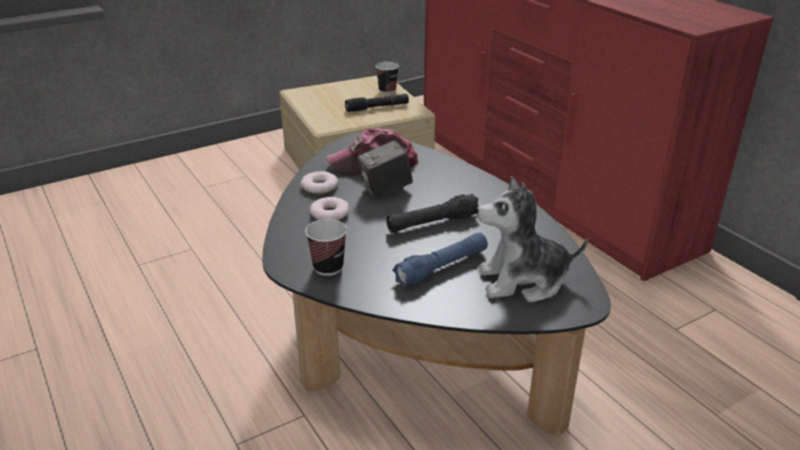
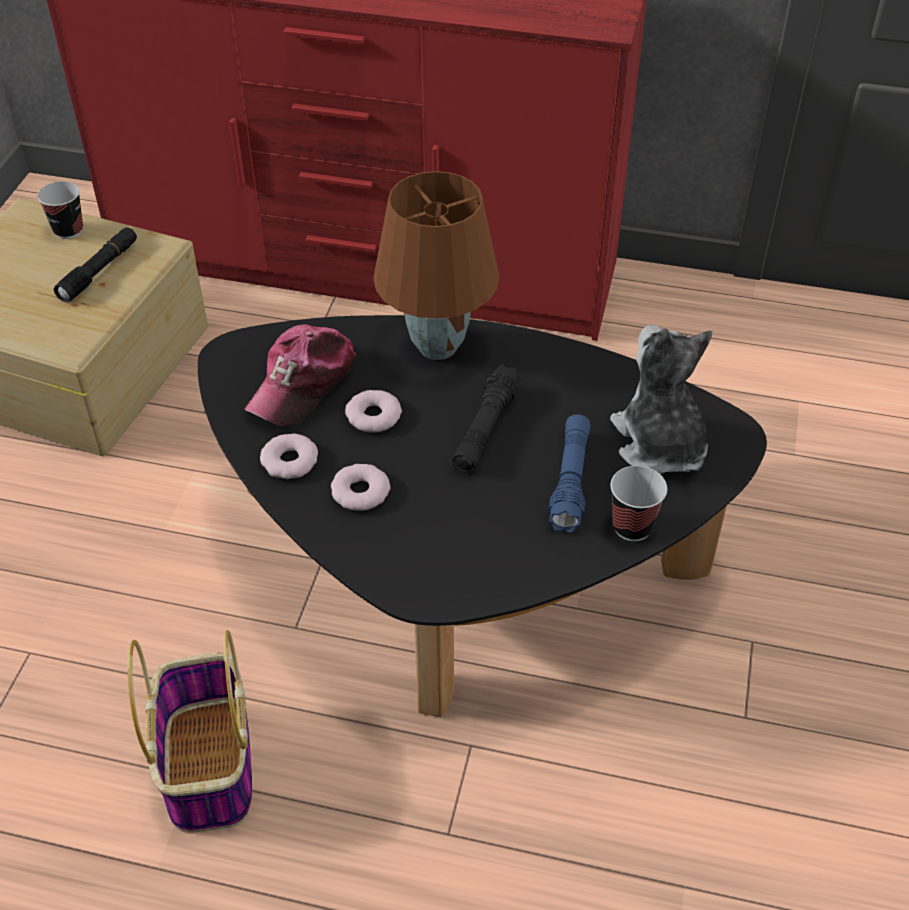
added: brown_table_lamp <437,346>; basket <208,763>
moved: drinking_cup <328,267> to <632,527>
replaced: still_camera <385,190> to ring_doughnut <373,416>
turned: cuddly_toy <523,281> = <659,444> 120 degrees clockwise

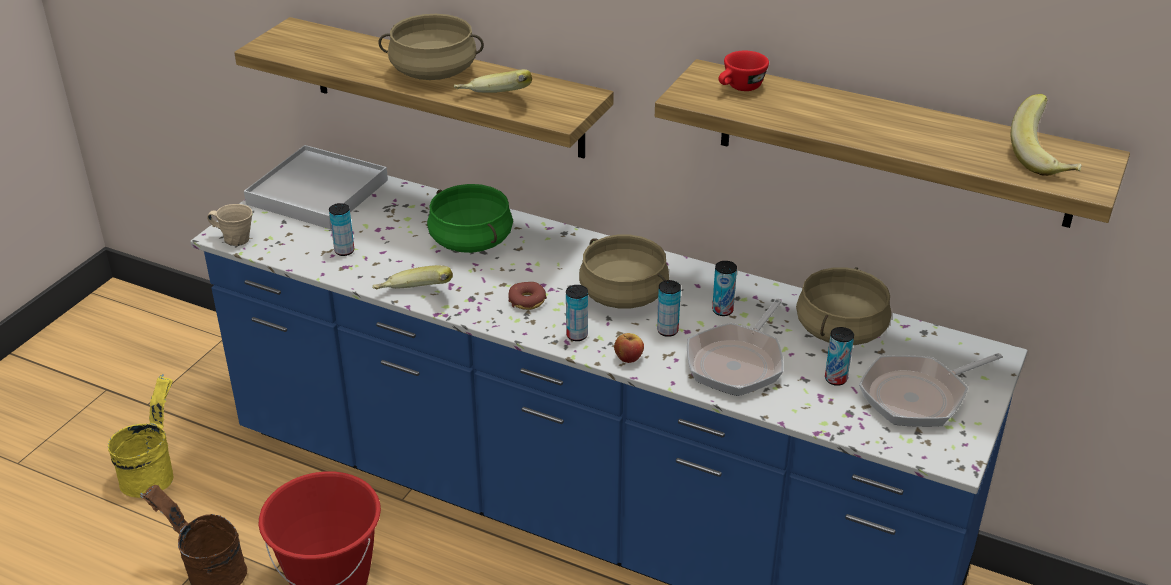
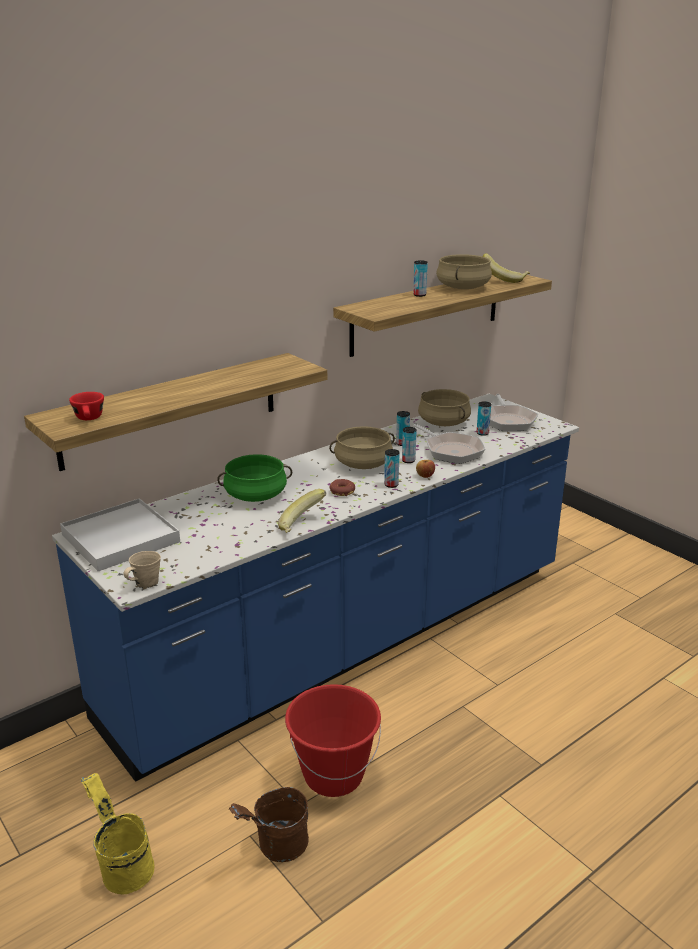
removed: whole_banana <493,102>
moved: beige_cooking_pot <433,72> to <463,288>; red_drinking_cup <740,88> to <90,419>; sealed_can <344,251> to <419,295>

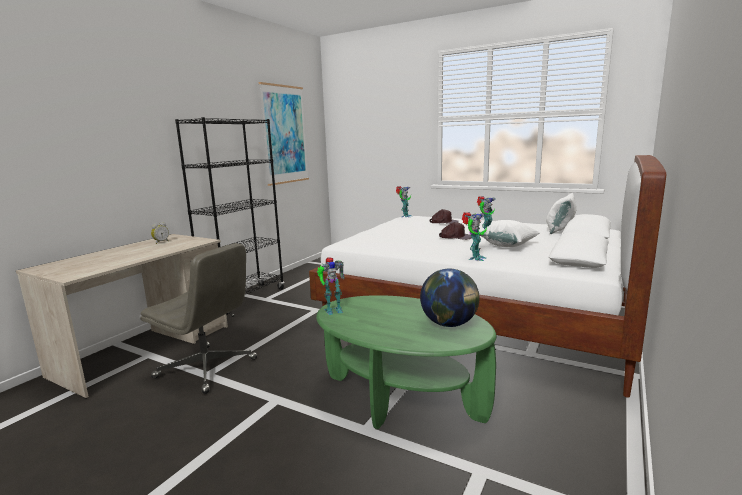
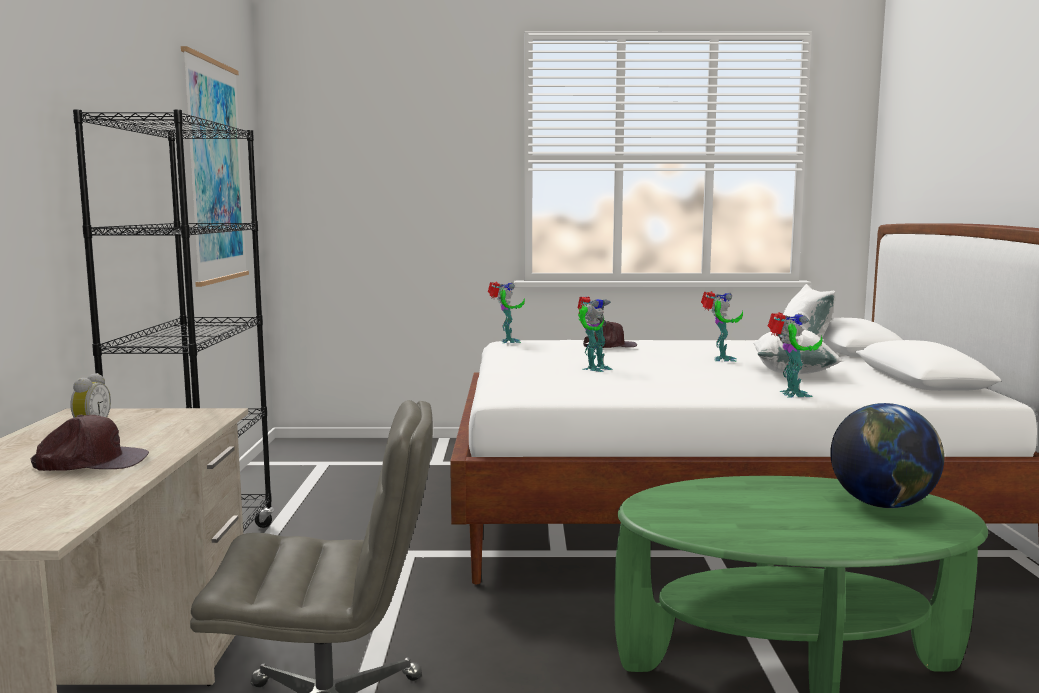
moved: brown_baseball_cap <455,237> to <91,461>; robot_figure <332,310> to <594,368>

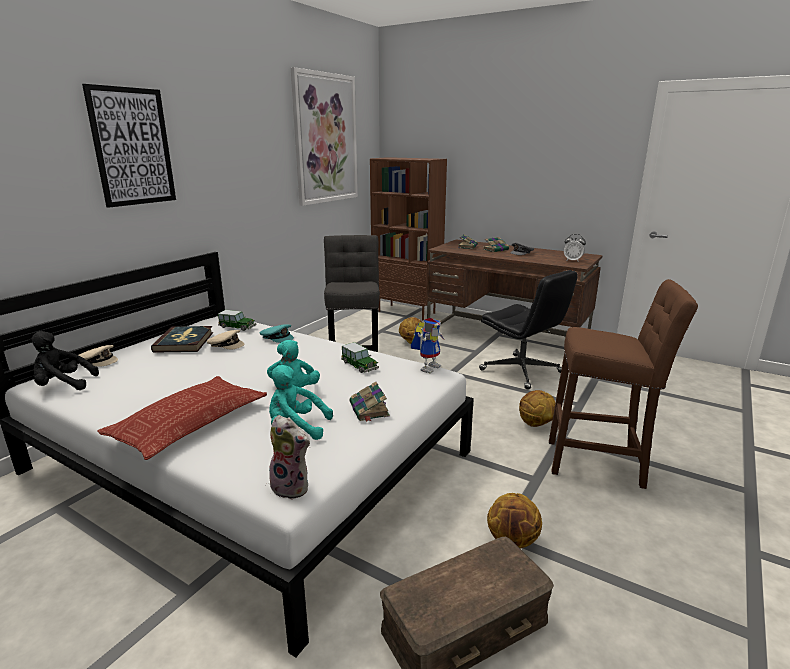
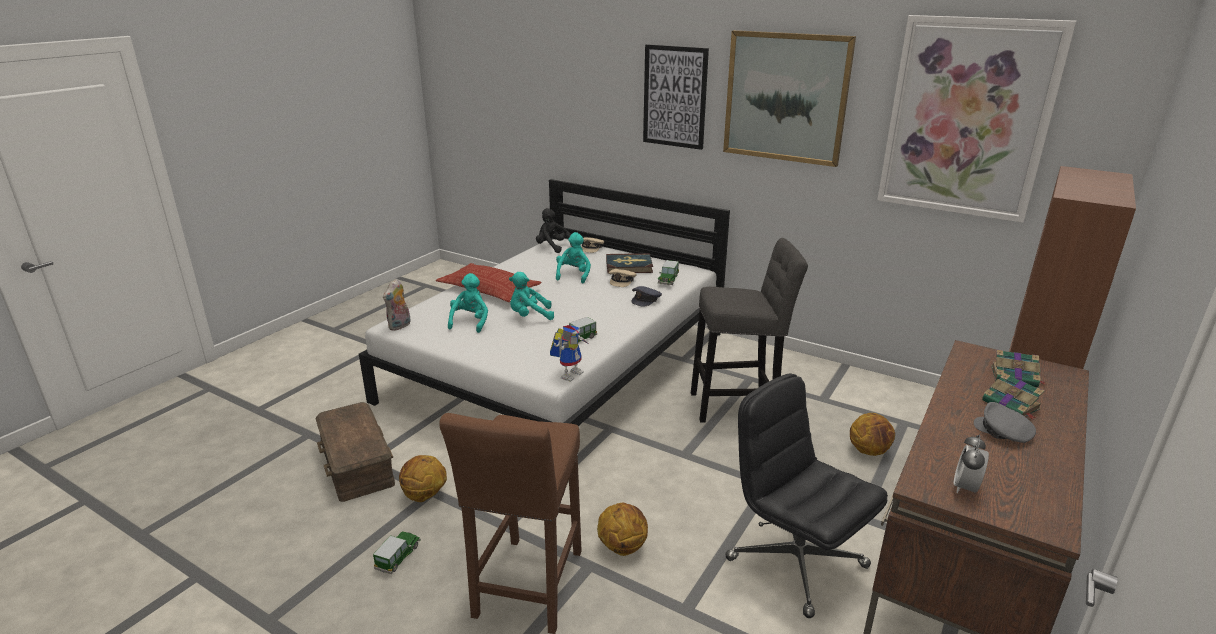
removed: book <369,410>
added: wall_art <785,97>; turquoise-coloured_cuddly_toy <573,275>; toy_car <398,556>
recoloured: turquoise-coloured_baseball_cap <277,337> to grey_baseball_cap <646,299>
turned: blackish_office_chair <522,371> = <795,562> 90 degrees clockwise; robot_figure <428,367> = <570,373> 90 degrees counterclockwise; blackish_cuddly_toy <63,385> = <553,247> 45 degrees counterclockwise

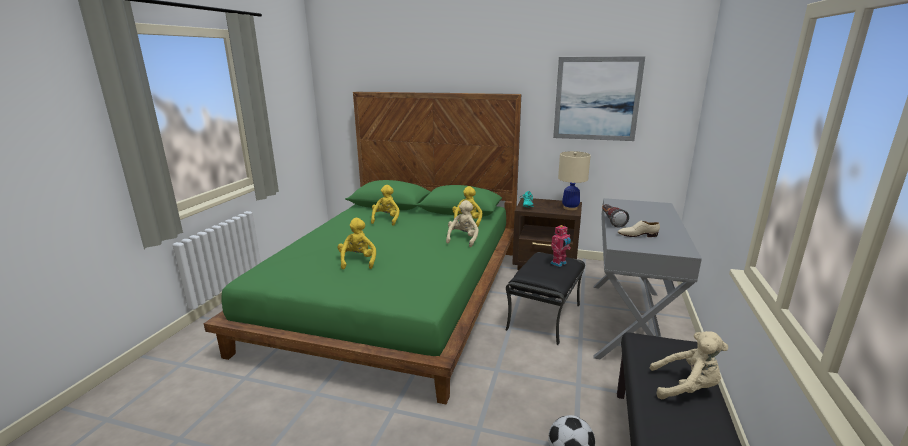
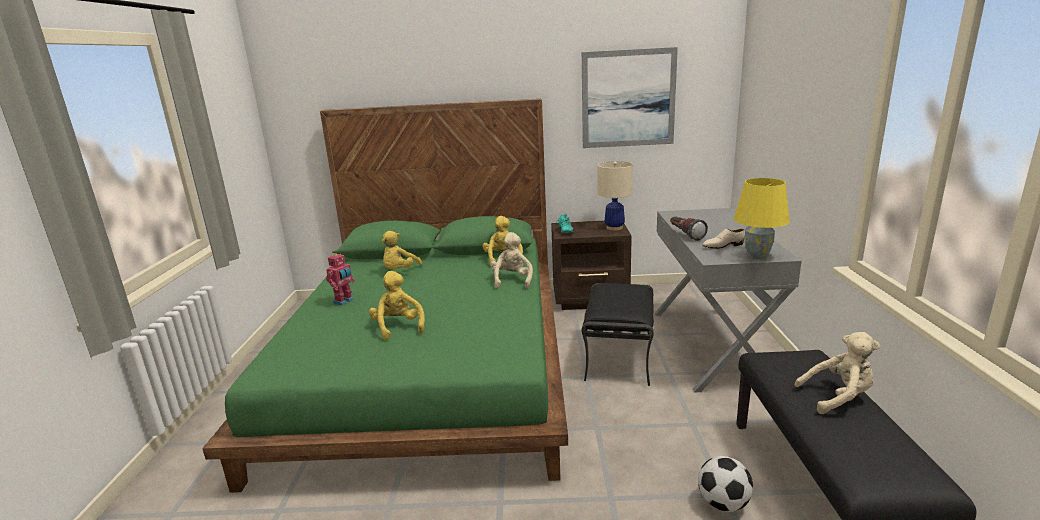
added: yellow_table_lamp <757,256>
moved: robot_figure <559,263> to <344,301>
turned: yellow_cuddly_toy <386,220> = <400,271> 150 degrees counterclockwise

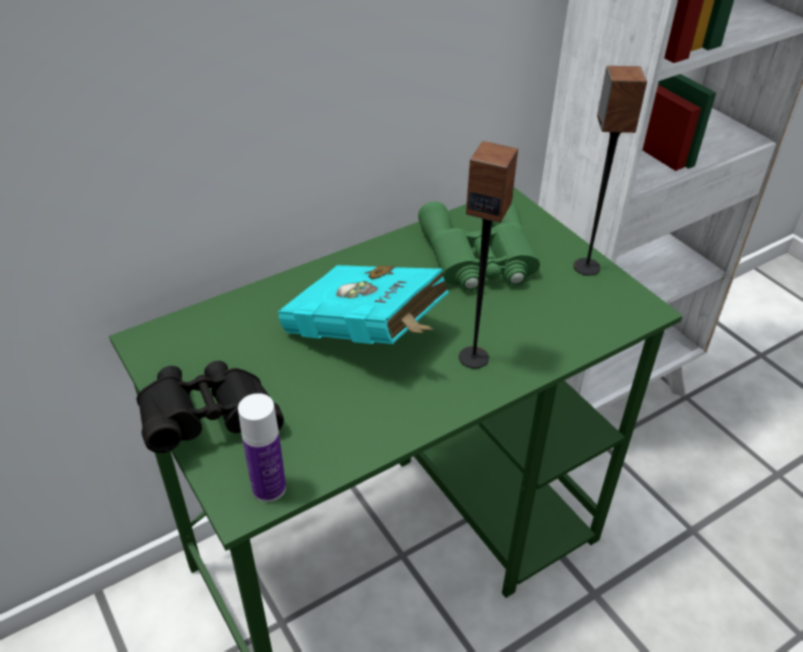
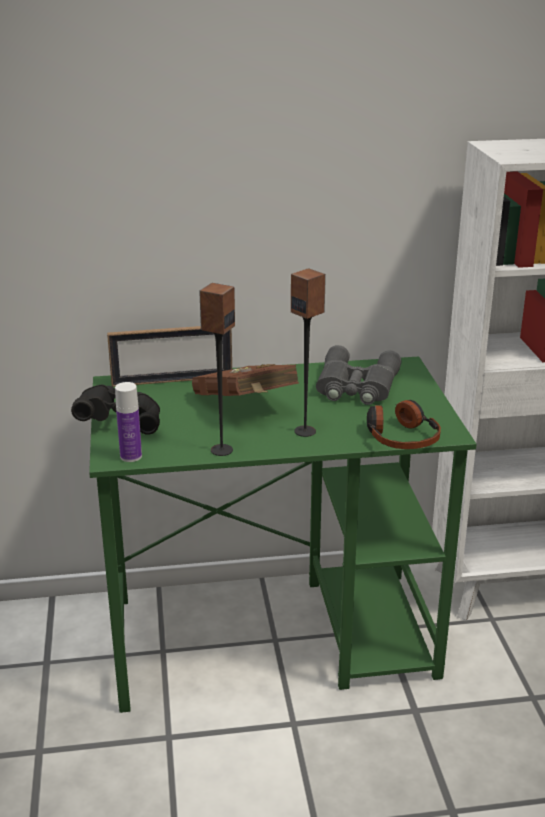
added: photo_frame <172,380>; headphones <400,437>
moved: speaker <586,267> to <221,450>
recoloured: green-coloured_field_glasses <479,257> to grey_field_glasses <356,386>; turquoise-coloured_book <367,336> to brown_book <245,408>

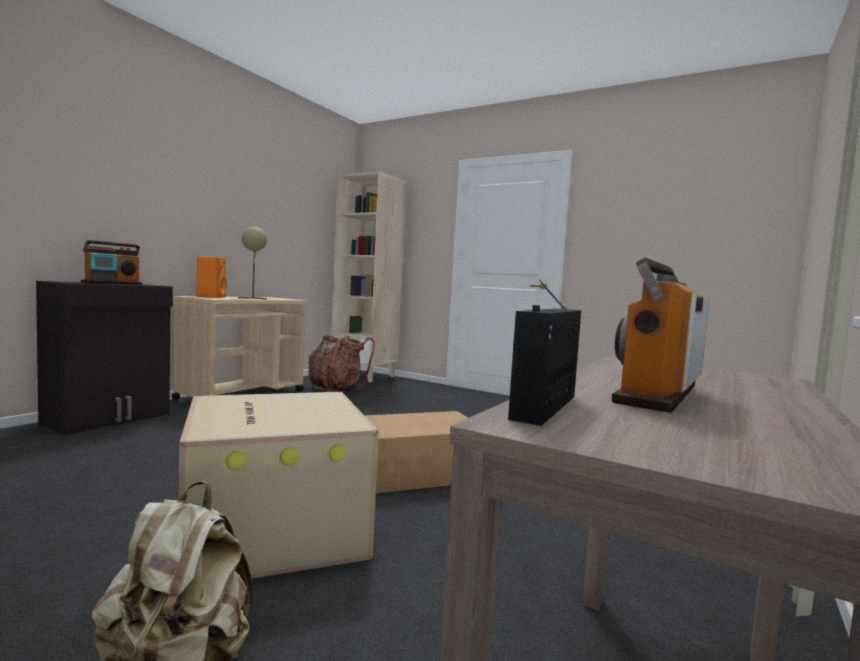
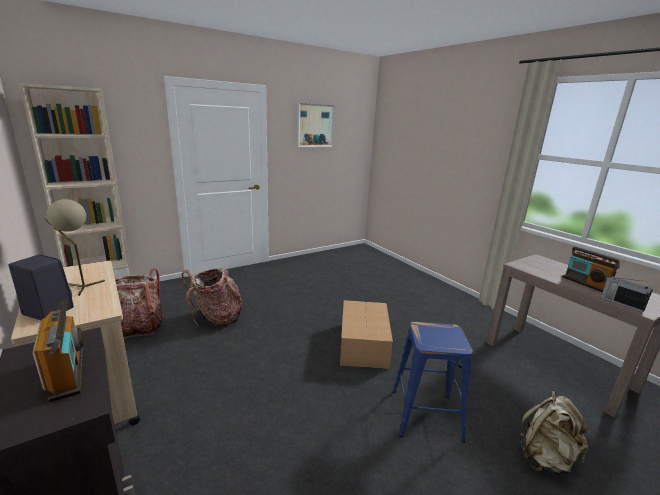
added: wall_art <315,125>; knapsack <217,319>
replaced: cardboard_box <271,528> to blue-coloured_sitting_stool <426,414>
recoloured: orange-coloured_speaker <211,296> to blackish_speaker <47,311>

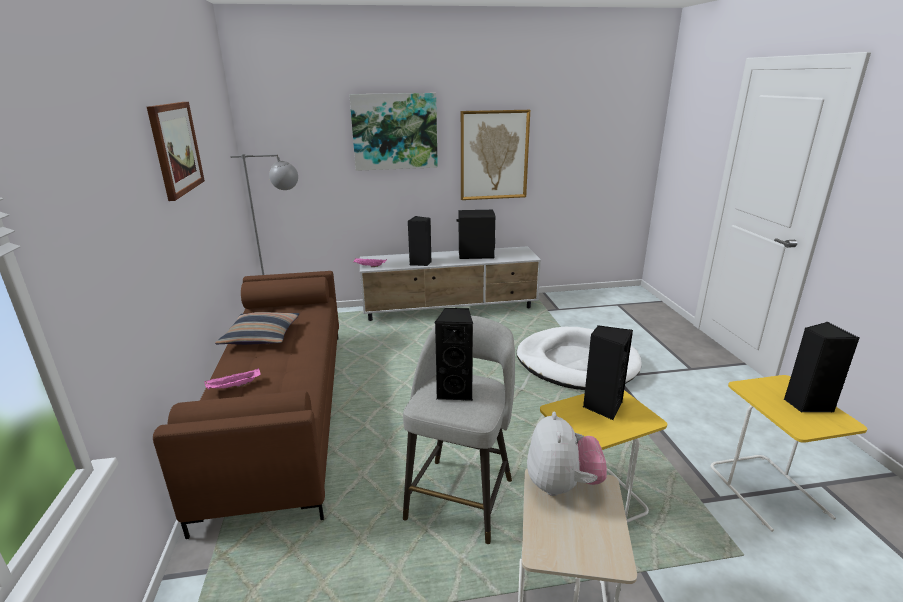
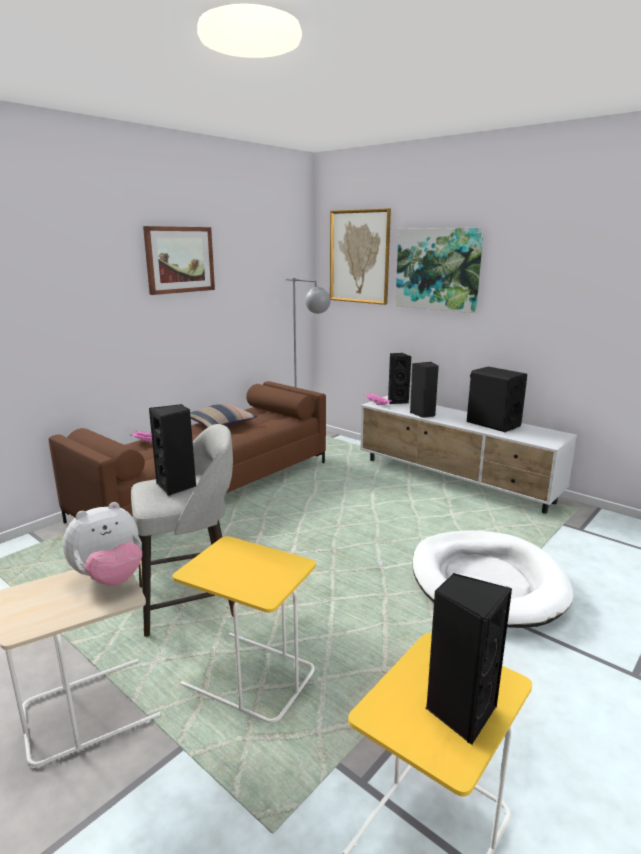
moved: wall_art <494,155> to <359,256>; blackish_speaker <602,406> to <397,401>

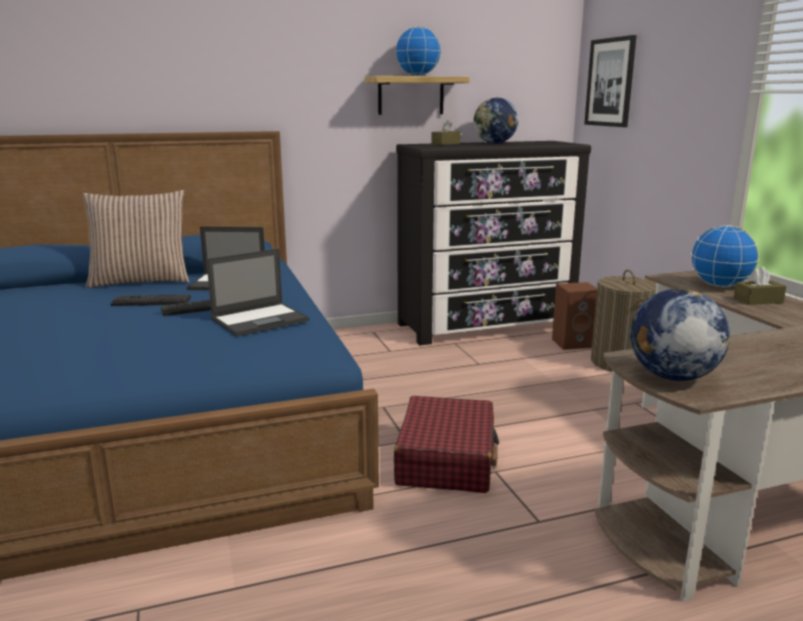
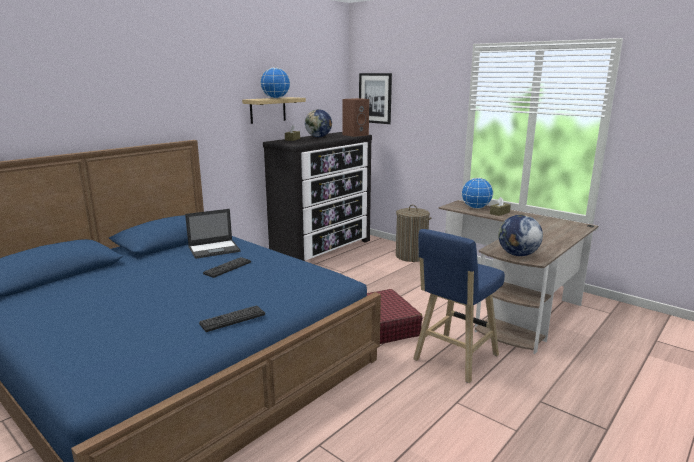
removed: throw_pillow <141,281>; notebook_computer <261,320>
added: blue-coloured_sitting_stool <453,359>
moved: brown_speaker <573,343> to <355,135>; PC_keyboard <151,301> to <232,319>

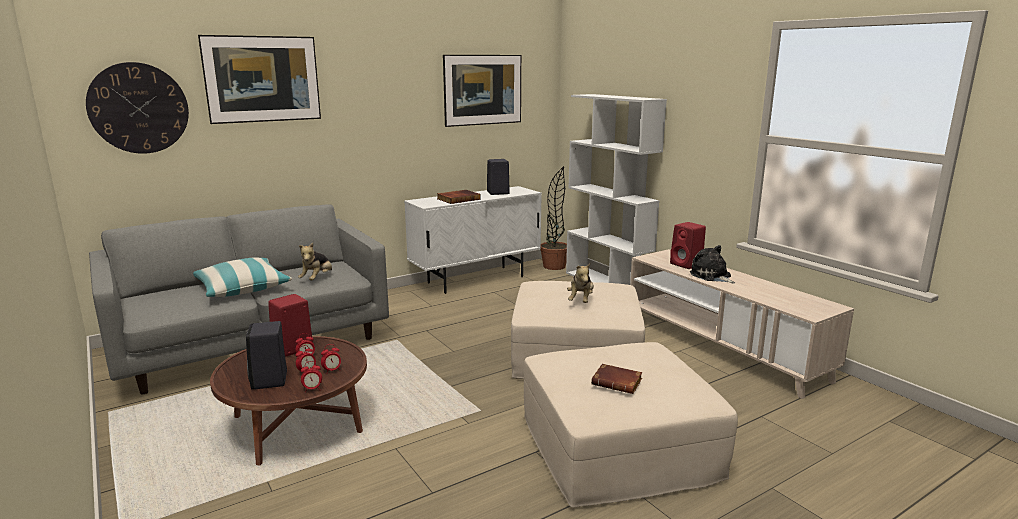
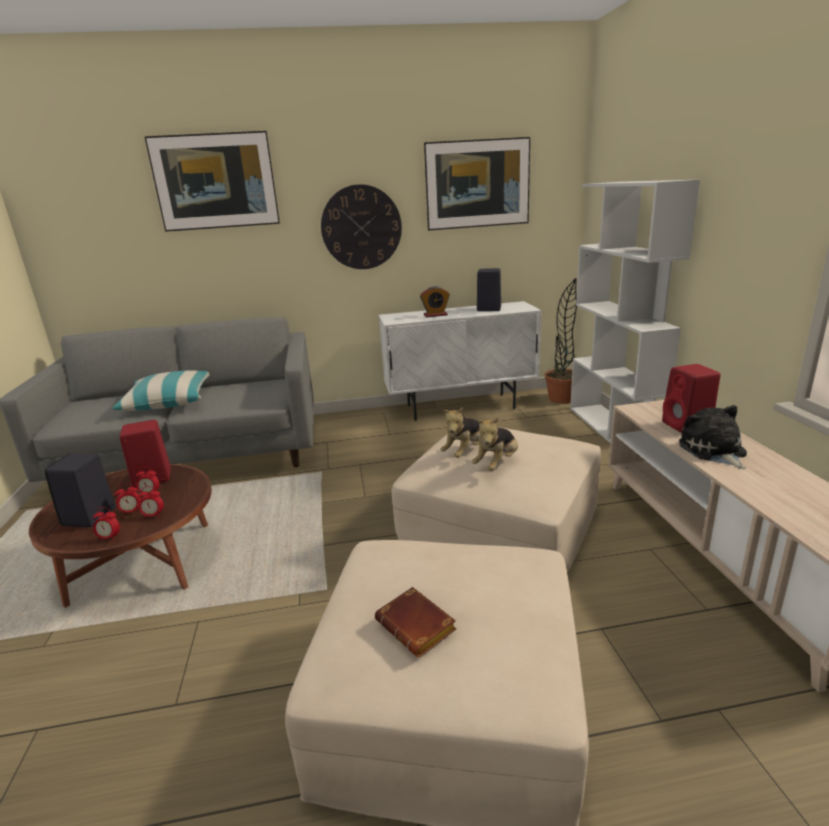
moved: wall_clock <138,108> to <361,227>; cuddly_toy <317,279> to <465,452>
replaced: book <458,199> to bedside_clock <435,315>

